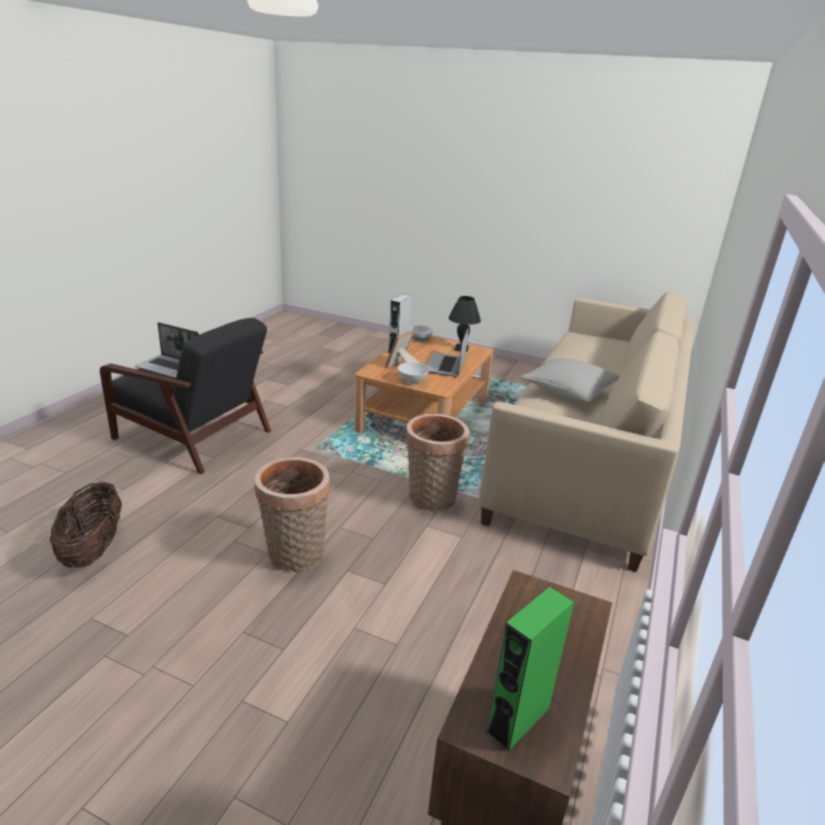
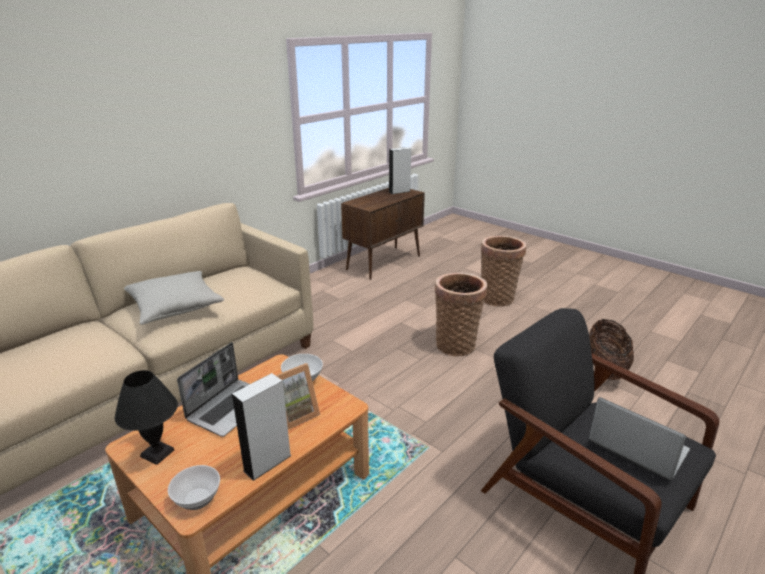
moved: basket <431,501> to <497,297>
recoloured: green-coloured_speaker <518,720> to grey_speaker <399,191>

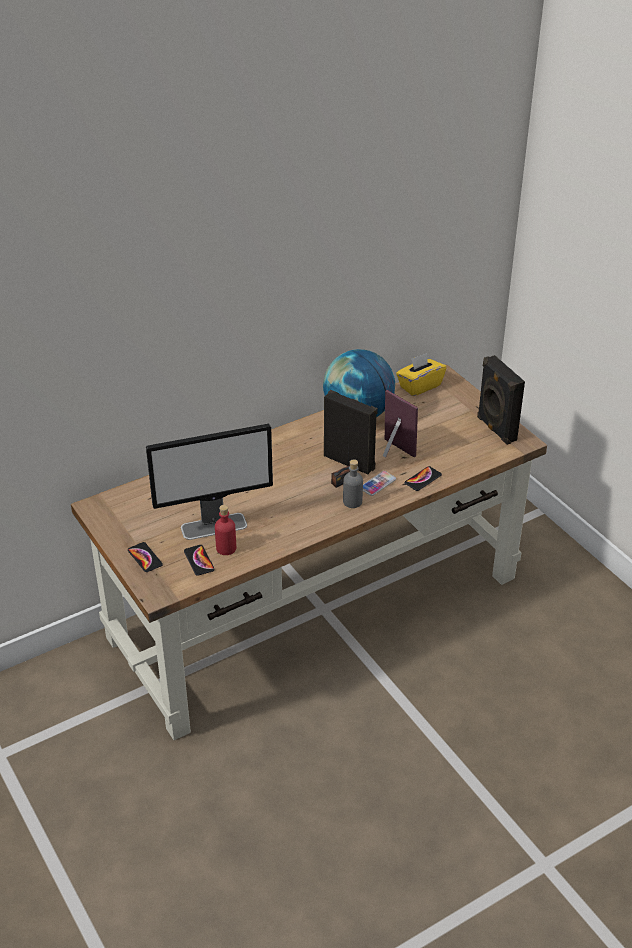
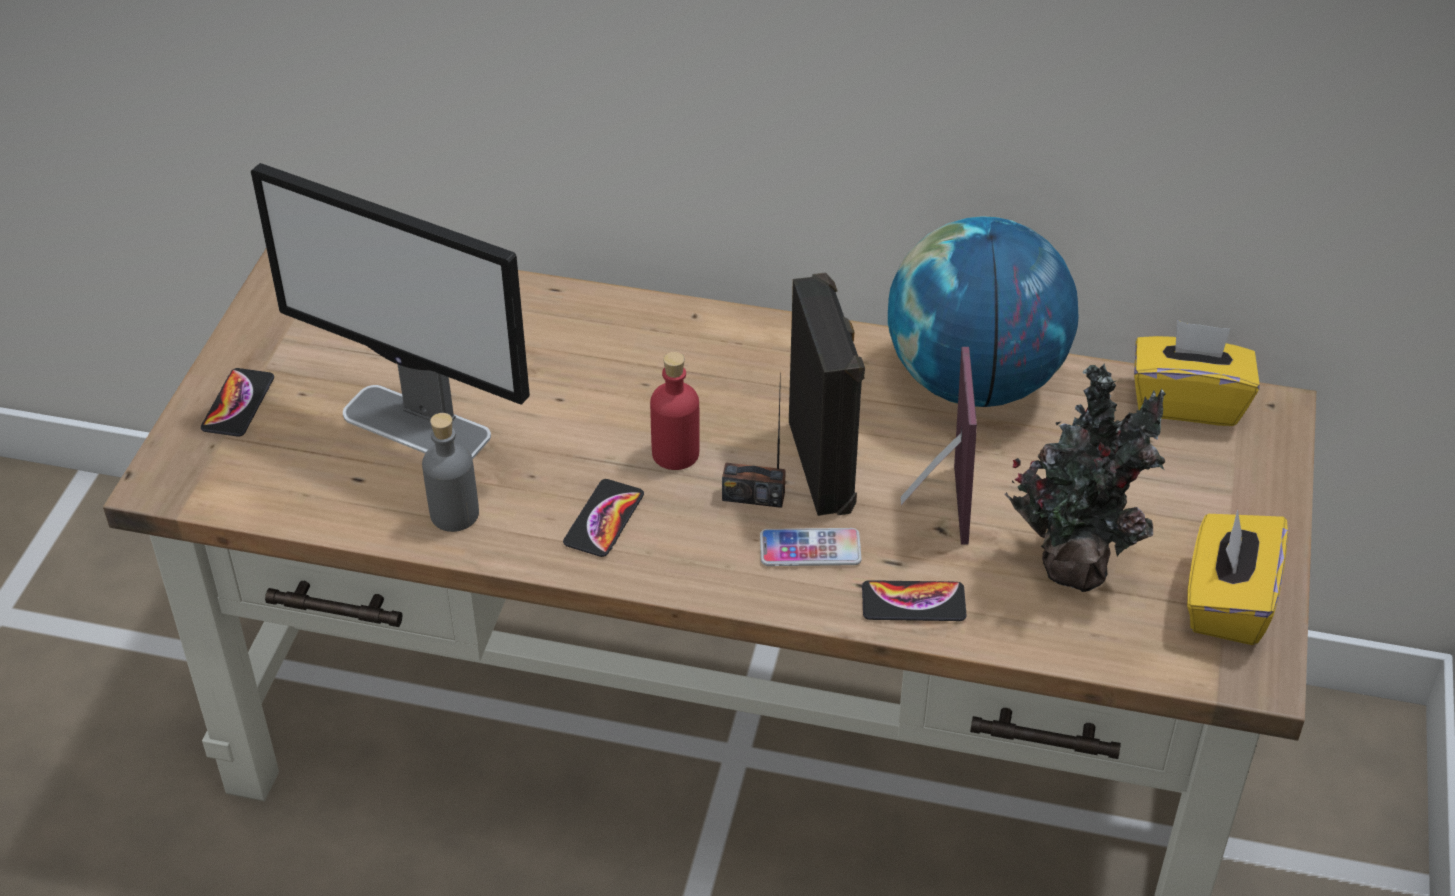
added: houseplant <1075,563>
moved: grey_drink_bottle <352,502> to <454,514>; red_drink_bottle <226,548> to <675,453>; handset <199,560> to <604,519>
replaced: blackish_speaker <495,429> to yellow_tissue_box <1227,602>

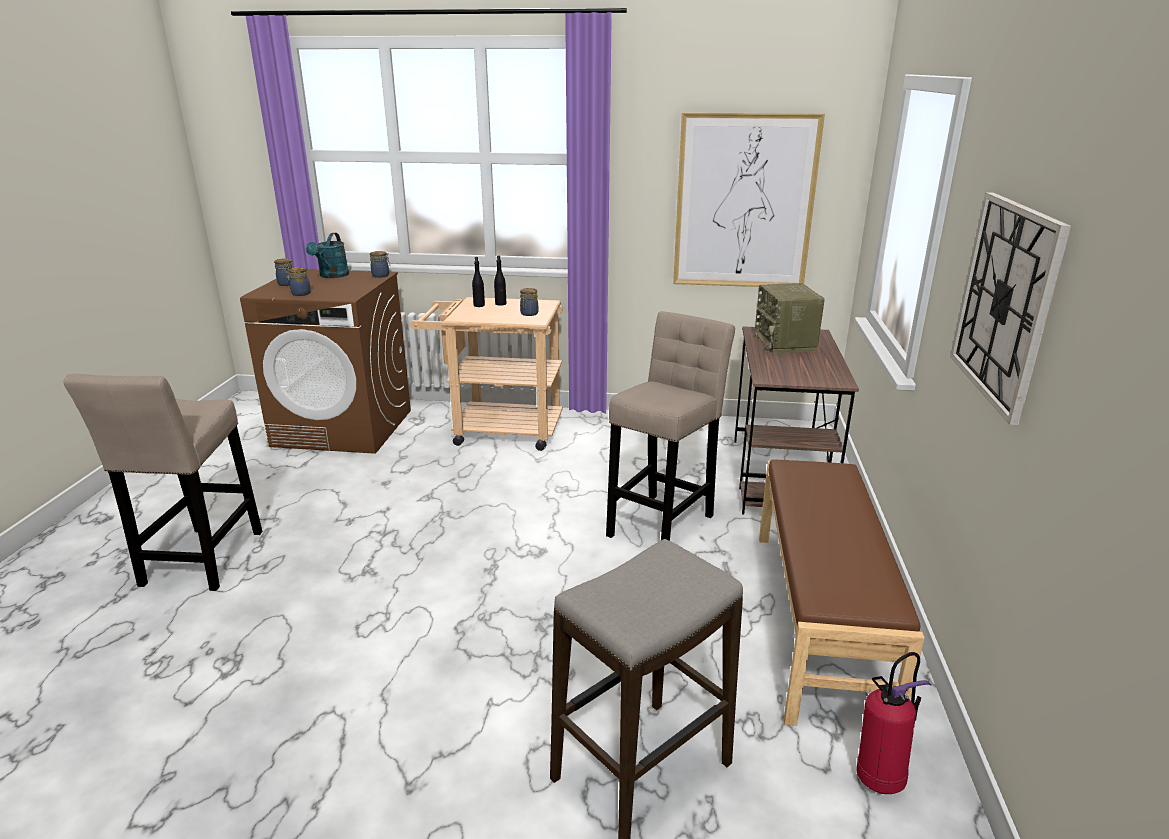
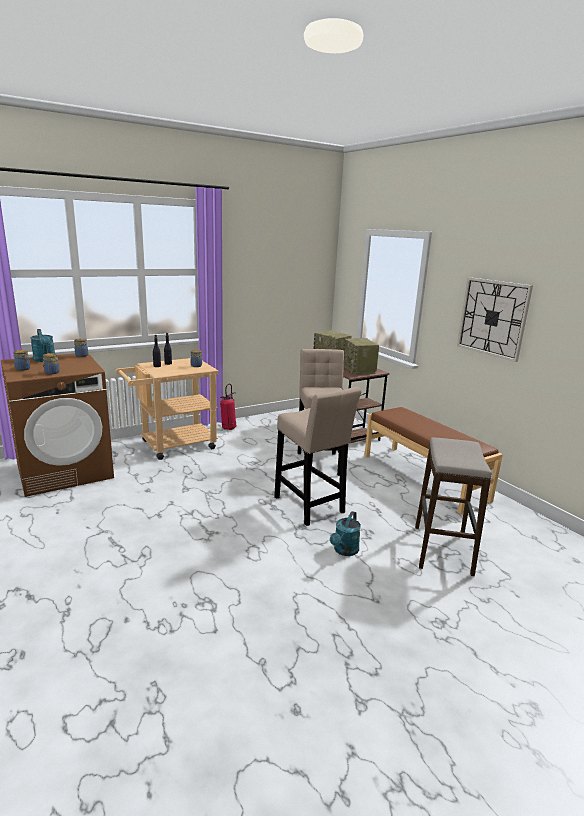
removed: wall_art <744,202>
added: radio_receiver <359,370>; turquoise-coloured_watering_pot <344,551>
moved: beige_sitting_stool <200,562> to <310,507>; fire-fighting_cylinder <879,778> to <228,428>

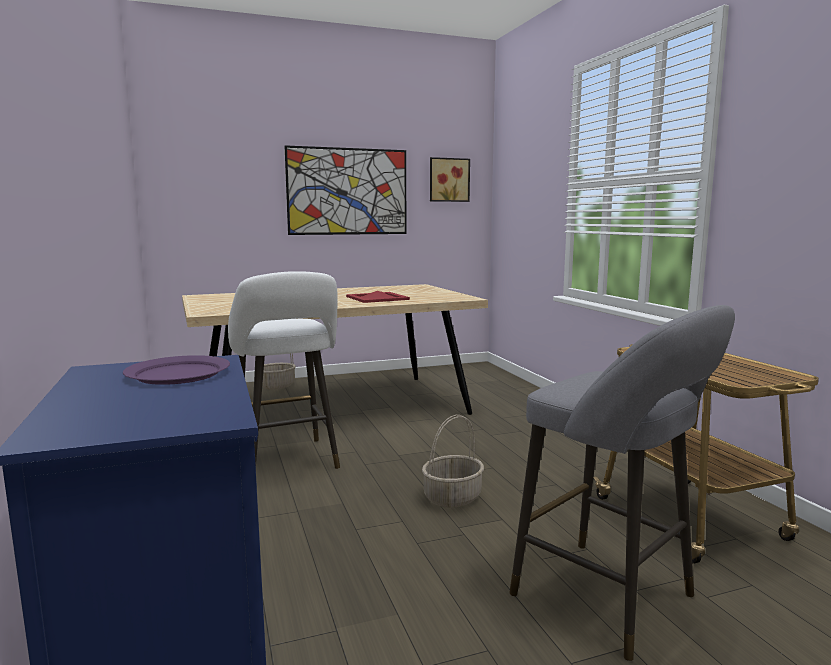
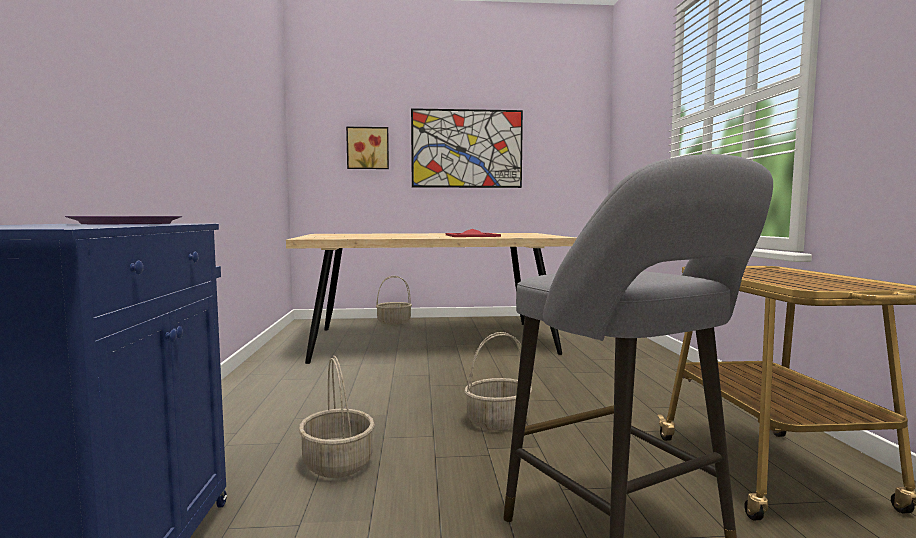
removed: white_sitting_stool <288,462>
added: basket <338,464>
moved: wall_art <448,180> to <368,148>

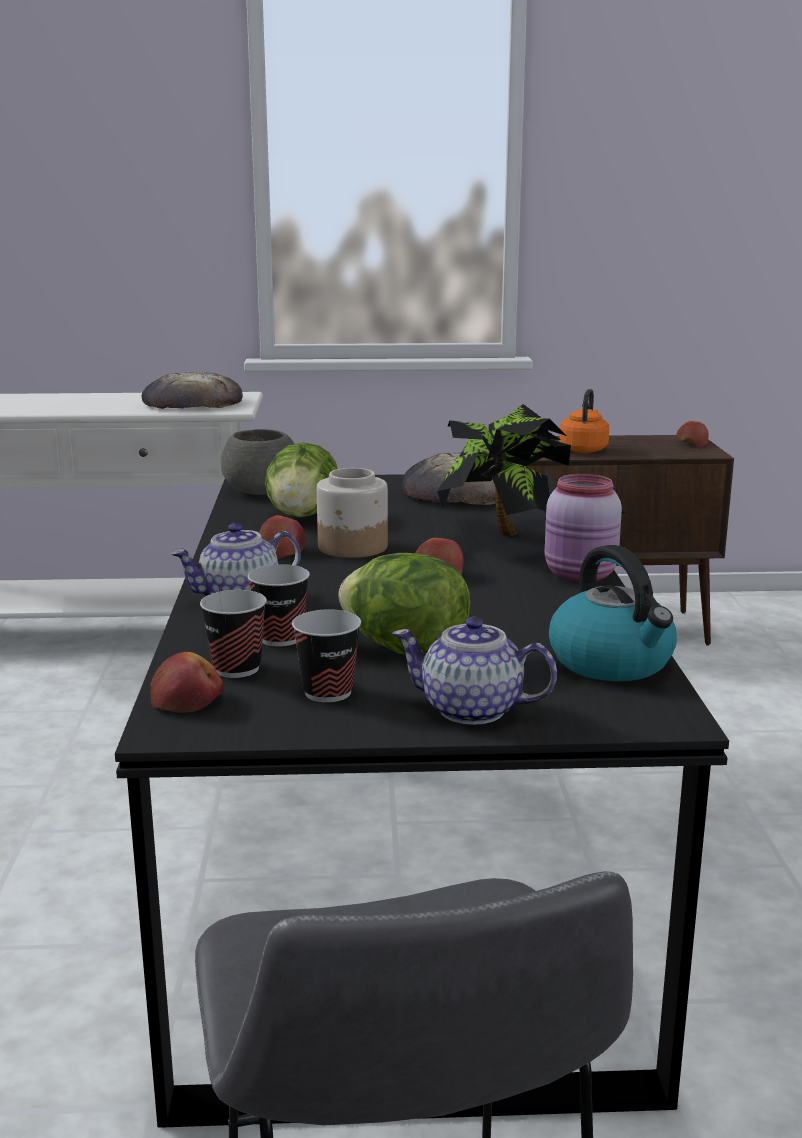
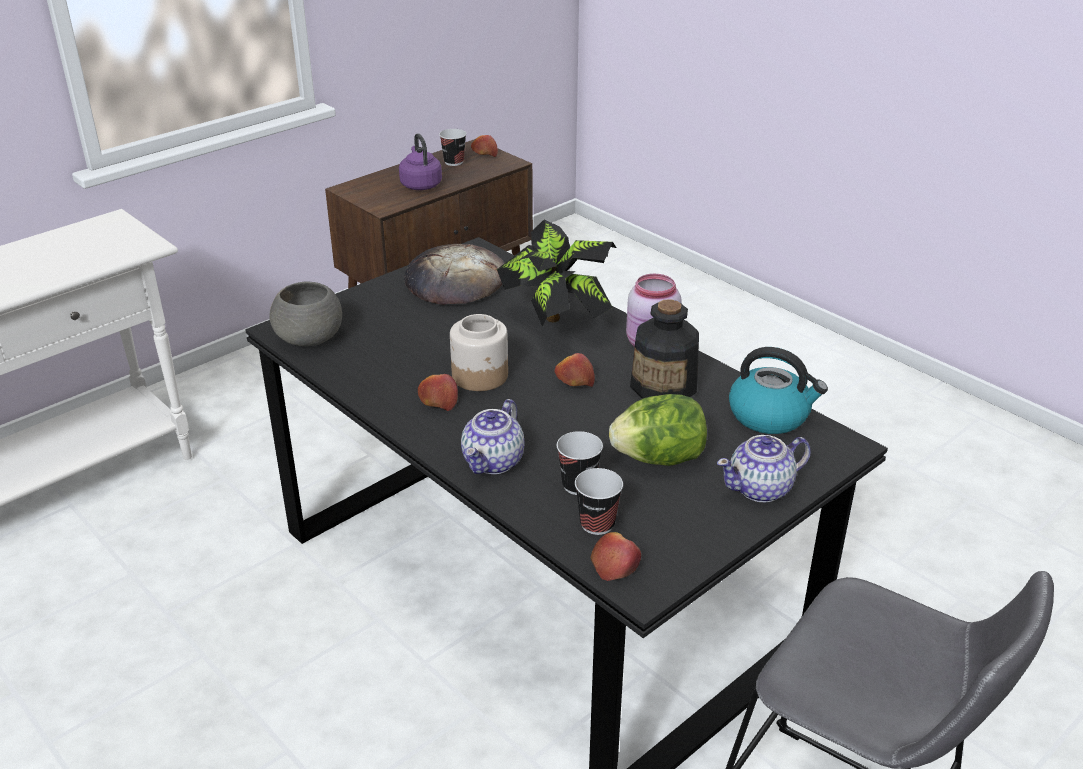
removed: bread <192,402>; lettuce_head <302,516>
added: drink_bottle <664,386>
moved: drinking_cup <328,692> to <454,162>
recoloured: orange-coloured_tea_kettle <584,449> to purple-coloured_tea_kettle <420,184>

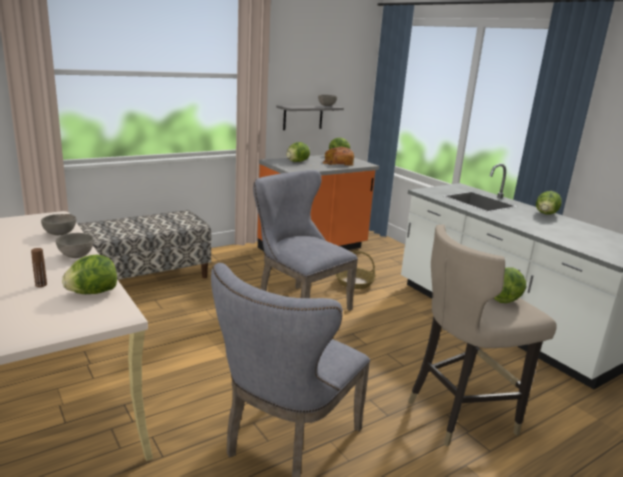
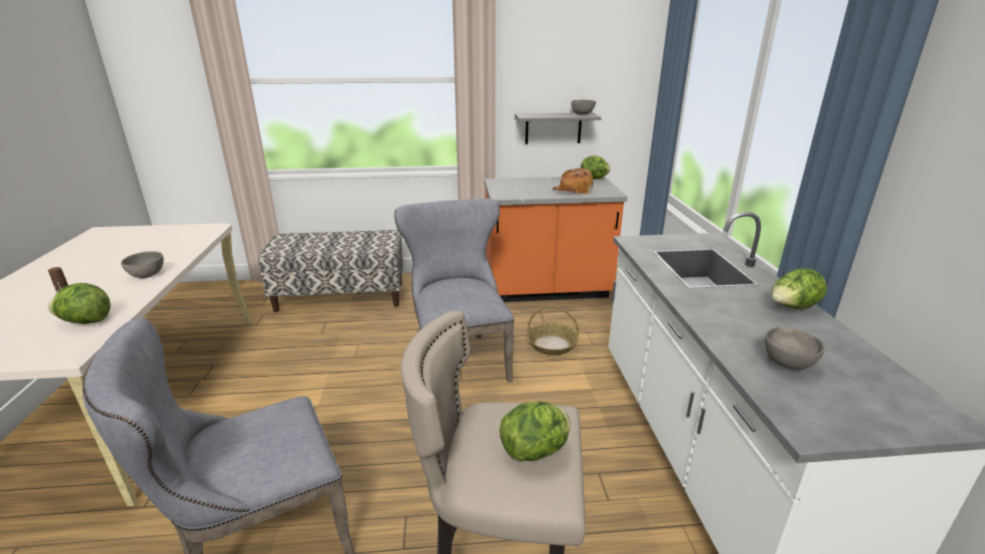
removed: lettuce_head <297,162>
moved: grey_serving_bowl <61,234> to <788,363>

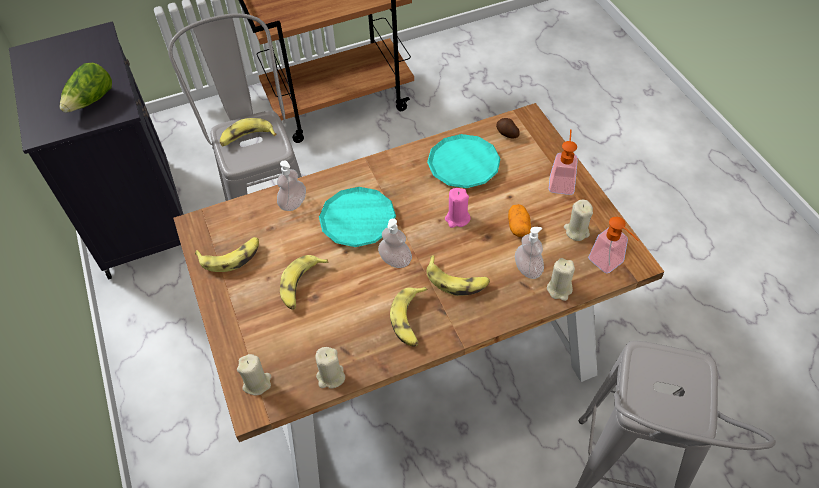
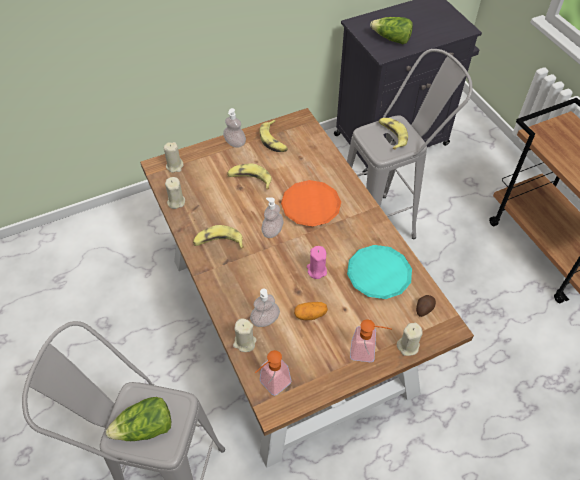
removed: whole_banana <457,280>
added: lettuce_head <145,428>
moved: liquid_soap_bottle <293,203> to <235,143>; beige_wax_light <576,231> to <408,346>
recoloured: turquoise-coloured_plate <357,220> to orange-coloured_plate <310,206>

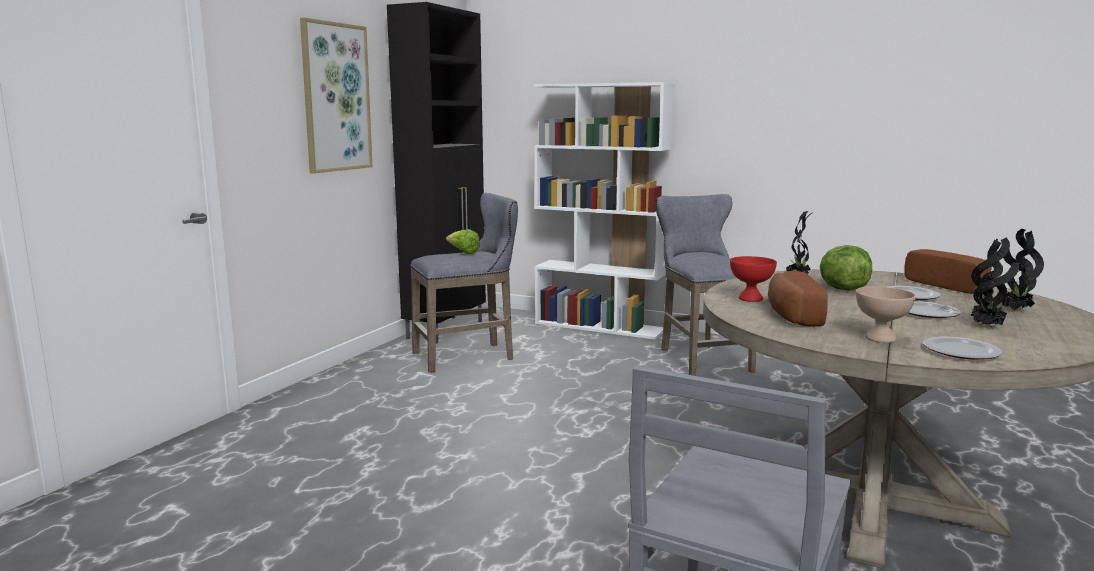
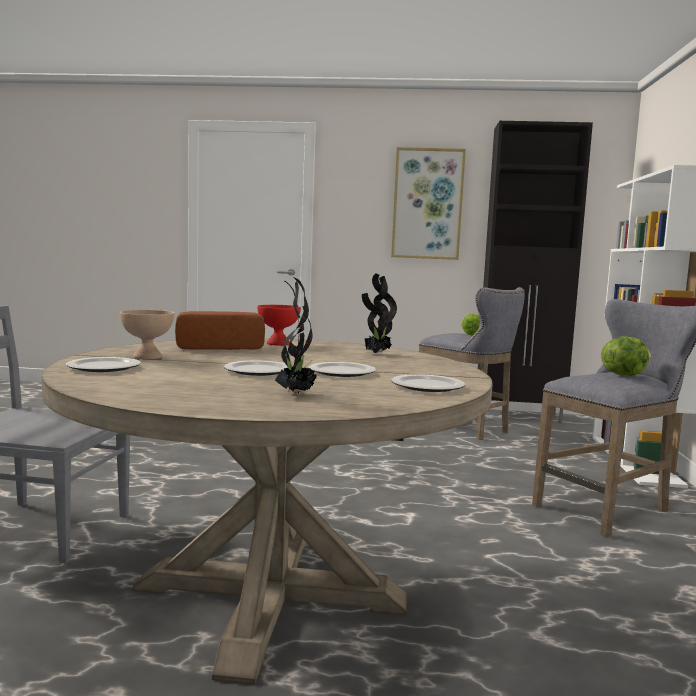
removed: houseplant <987,326>
moved: lettuce_head <842,289> to <623,375>
replaced: bread <948,285> to plate <426,386>

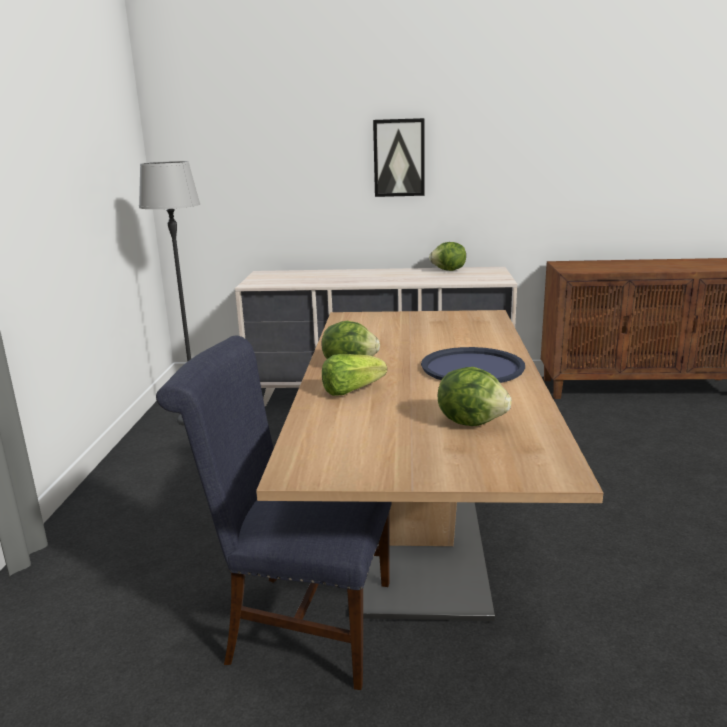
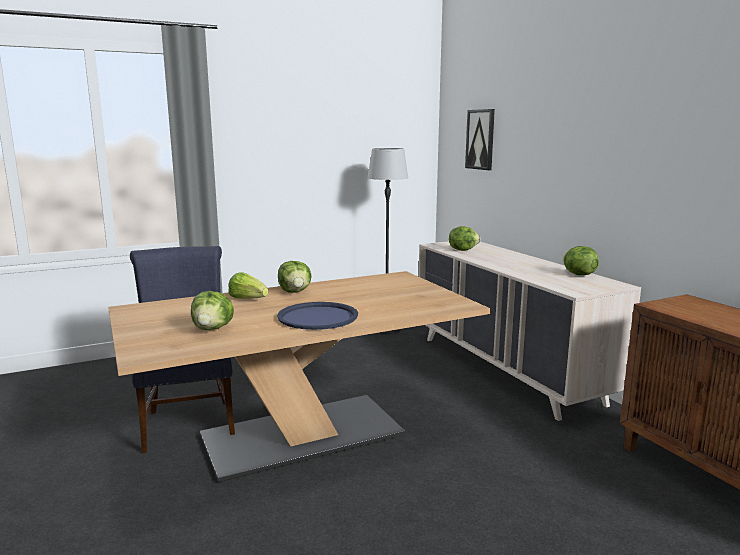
added: lettuce_head <462,250>
moved: wall_art <399,158> to <480,139>

